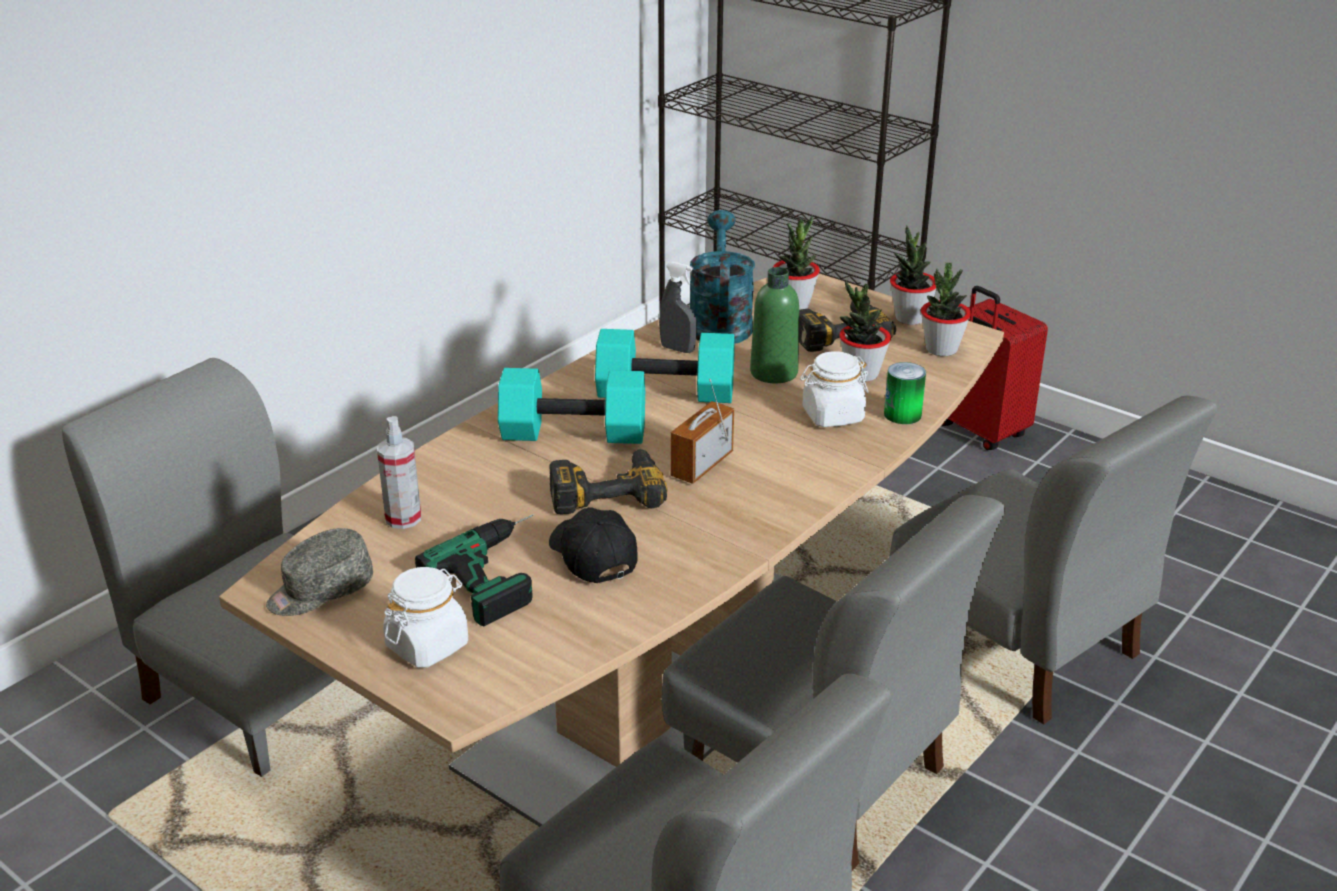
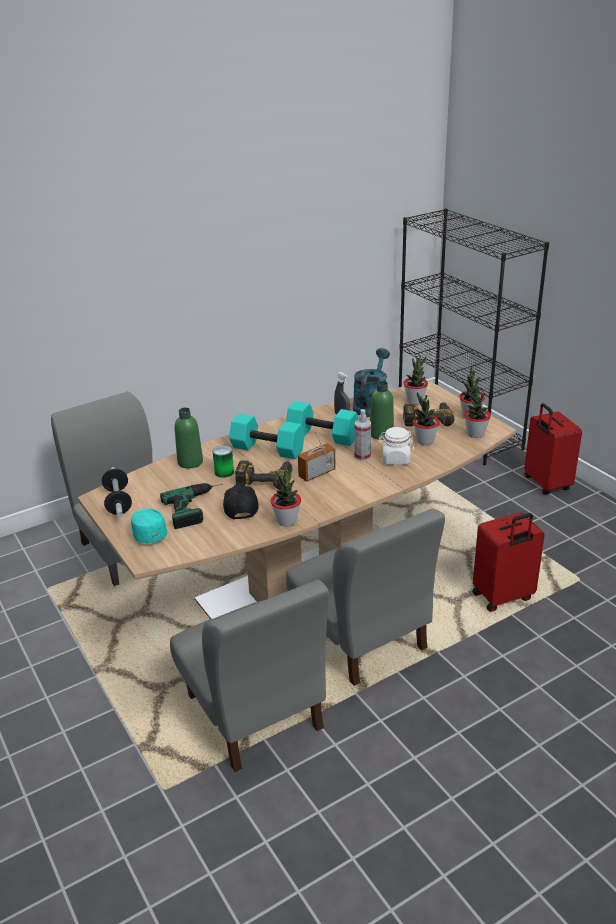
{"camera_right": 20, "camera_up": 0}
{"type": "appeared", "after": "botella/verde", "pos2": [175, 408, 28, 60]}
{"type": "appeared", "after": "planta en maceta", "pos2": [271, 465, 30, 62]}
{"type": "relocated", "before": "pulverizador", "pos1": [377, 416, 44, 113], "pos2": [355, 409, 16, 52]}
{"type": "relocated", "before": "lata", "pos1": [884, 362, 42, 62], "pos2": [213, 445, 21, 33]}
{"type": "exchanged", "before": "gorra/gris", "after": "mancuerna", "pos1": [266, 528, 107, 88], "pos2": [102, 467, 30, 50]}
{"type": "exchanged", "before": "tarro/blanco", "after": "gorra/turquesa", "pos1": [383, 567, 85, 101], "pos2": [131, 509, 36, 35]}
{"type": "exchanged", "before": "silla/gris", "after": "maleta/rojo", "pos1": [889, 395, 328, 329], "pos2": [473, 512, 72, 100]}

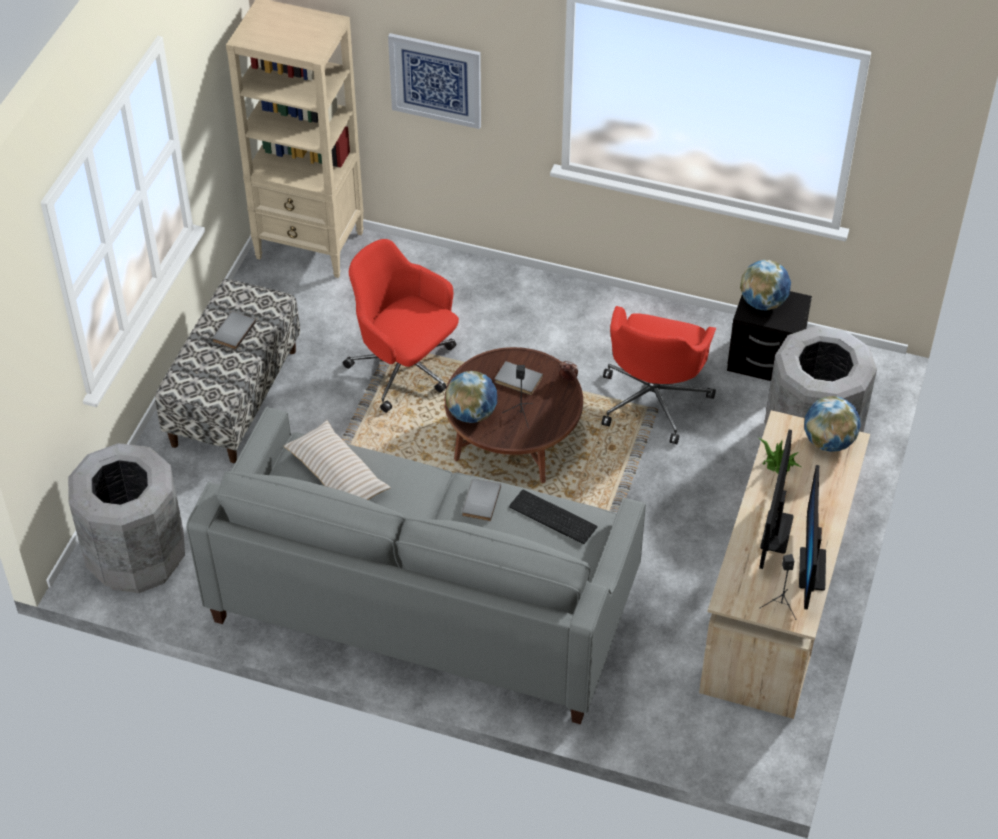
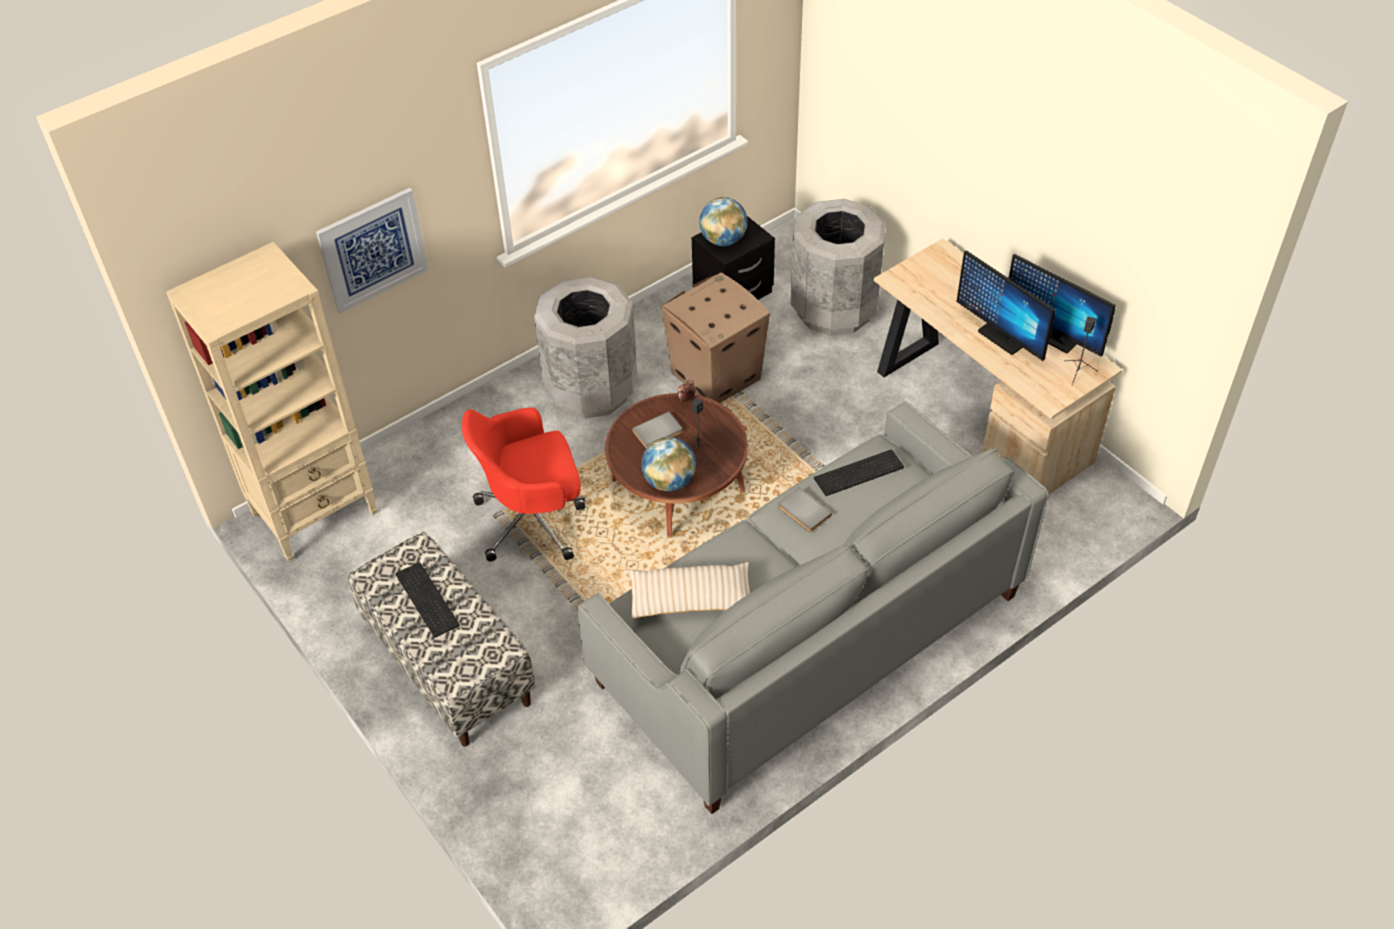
{"camera_right": -55, "camera_up": 0}
{"type": "missing", "before": "planta en maceta", "pos1": [758, 437, 43, 38]}
{"type": "missing", "before": "globo terráqueo", "pos1": [804, 396, 57, 56]}
{"type": "relocated", "before": "papelera/gris", "pos1": [68, 443, 117, 150], "pos2": [534, 276, 103, 143]}
{"type": "exchanged", "before": "libro/gris", "after": "teclado", "pos1": [212, 312, 44, 38], "pos2": [395, 562, 65, 76]}
{"type": "exchanged", "before": "silla de oficina/rojo", "after": "caja de cartón", "pos1": [602, 306, 114, 138], "pos2": [661, 273, 109, 130]}

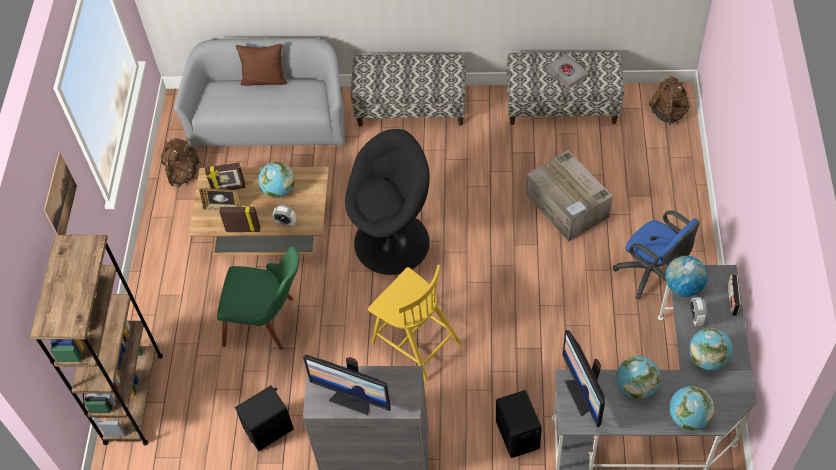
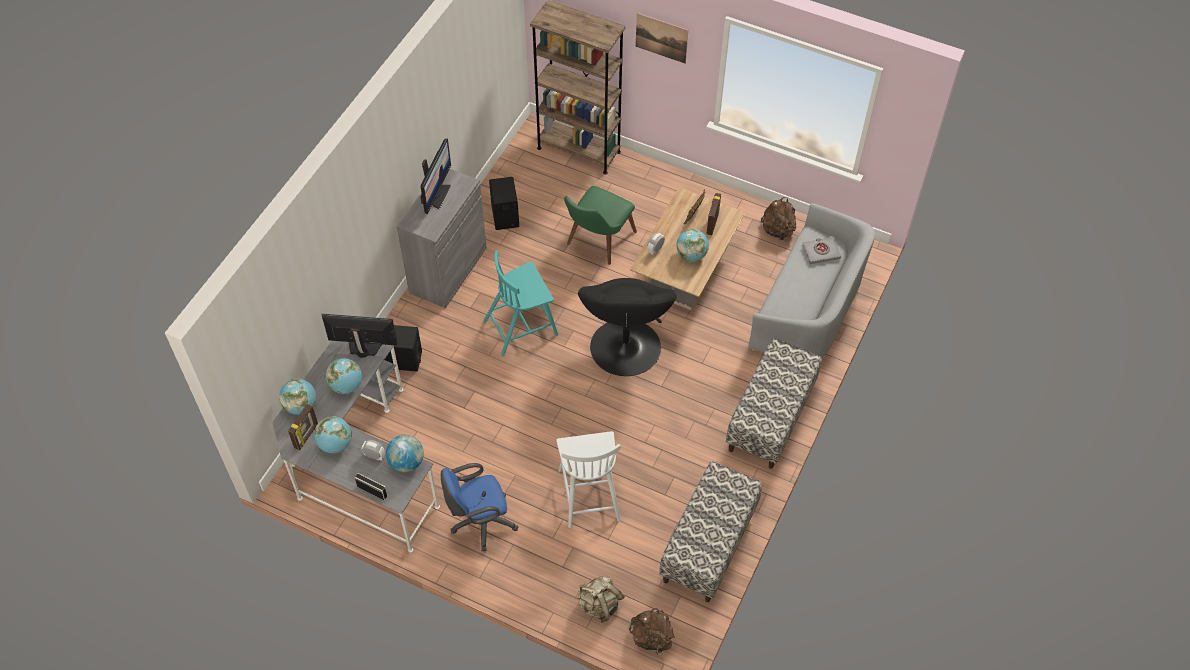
{"camera_right": 110, "camera_up": 0}
{"type": "missing", "before": "cojín/marrón", "pos1": [236, 44, 52, 42]}
{"type": "appeared", "after": "mochila/beis", "pos2": [576, 576, 48, 47]}
{"type": "relocated", "before": "portarretratos", "pos1": [219, 205, 42, 27], "pos2": [288, 404, 30, 46]}
{"type": "relocated", "before": "libro/gris", "pos1": [546, 54, 43, 35], "pos2": [802, 237, 39, 27]}
{"type": "exchanged", "before": "caja de cartón", "after": "silla/blanco", "pos1": [526, 150, 87, 92], "pos2": [556, 431, 65, 97]}
{"type": "colour", "before": "silla/amarillo", "after": "silla/turquesa", "pos1": [368, 265, 93, 117], "pos2": [483, 250, 75, 107]}
{"type": "spun", "before": "monitor", "pos1": [303, 355, 88, 60], "pos2": [420, 138, 31, 76], "turn": 150}

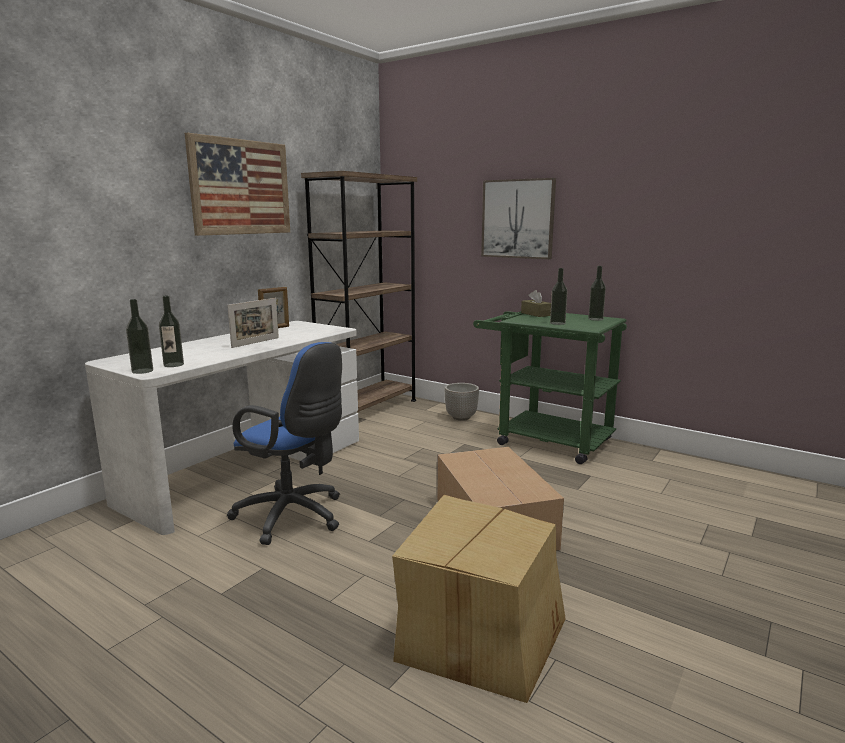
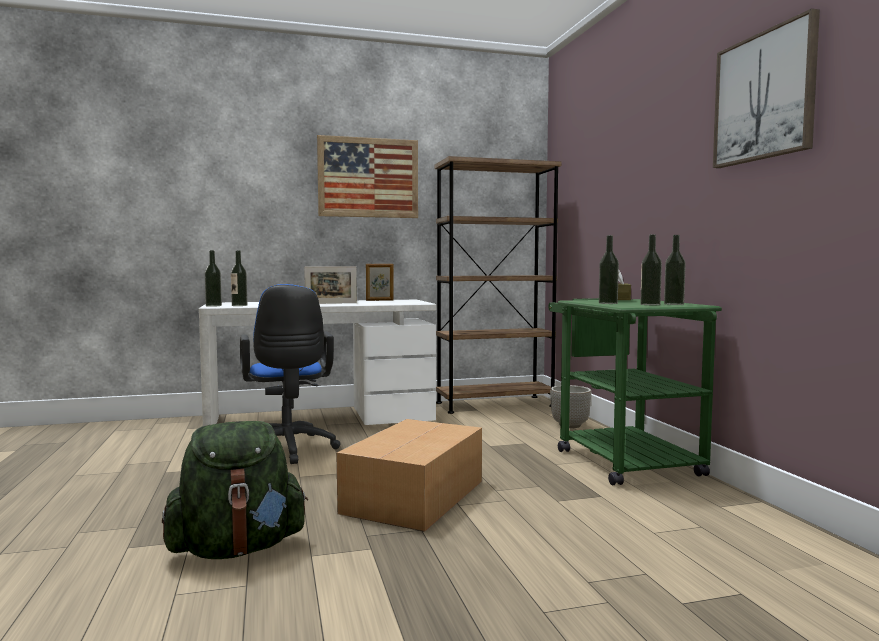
{"camera_right": 40, "camera_up": -10}
{"type": "appeared", "after": "botella", "pos2": [640, 234, 22, 71]}
{"type": "relocated", "before": "cuadro", "pos1": [481, 178, 75, 81], "pos2": [713, 8, 107, 160]}
{"type": "exchanged", "before": "caja de cartón", "after": "mochila/verde", "pos1": [392, 495, 174, 208], "pos2": [162, 421, 146, 138]}

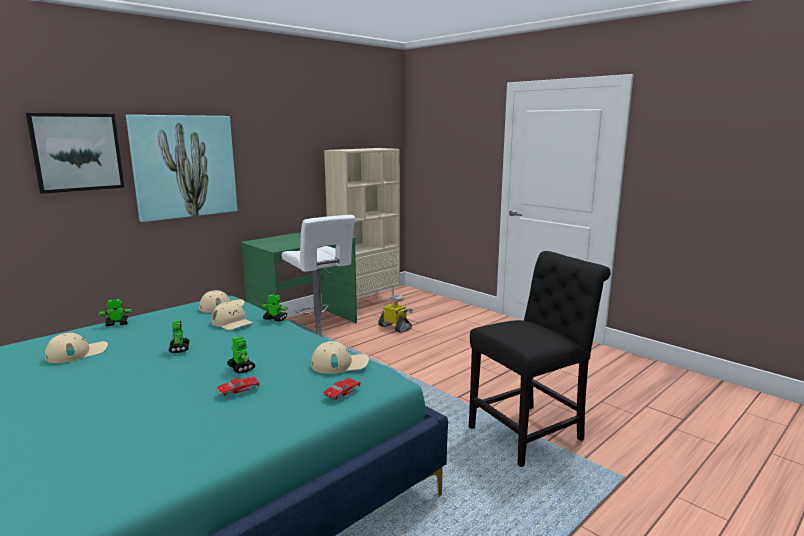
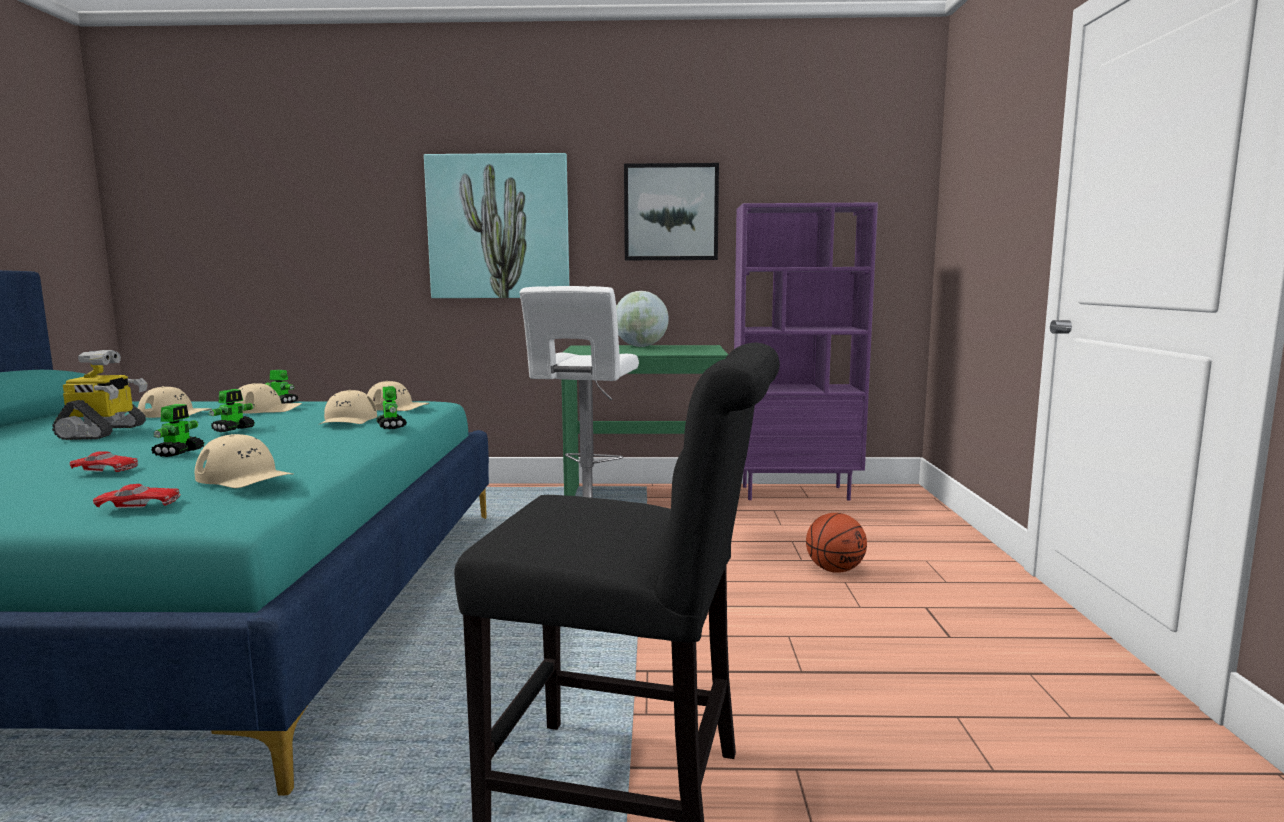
{"camera_right": 45, "camera_up": -5}
{"type": "appeared", "after": "gorra/beis", "pos2": [234, 383, 68, 31]}
{"type": "appeared", "after": "globo terráqueo", "pos2": [616, 291, 53, 56]}
{"type": "appeared", "after": "balón de baloncesto", "pos2": [806, 513, 61, 60]}
{"type": "relocated", "before": "cuadro", "pos1": [26, 113, 99, 81], "pos2": [624, 163, 95, 97]}
{"type": "relocated", "before": "robot de juguete", "pos1": [378, 294, 35, 39], "pos2": [52, 350, 96, 90]}
{"type": "colour", "before": "estantería/beis", "after": "estantería/morado", "pos1": [324, 148, 76, 153], "pos2": [734, 202, 144, 299]}

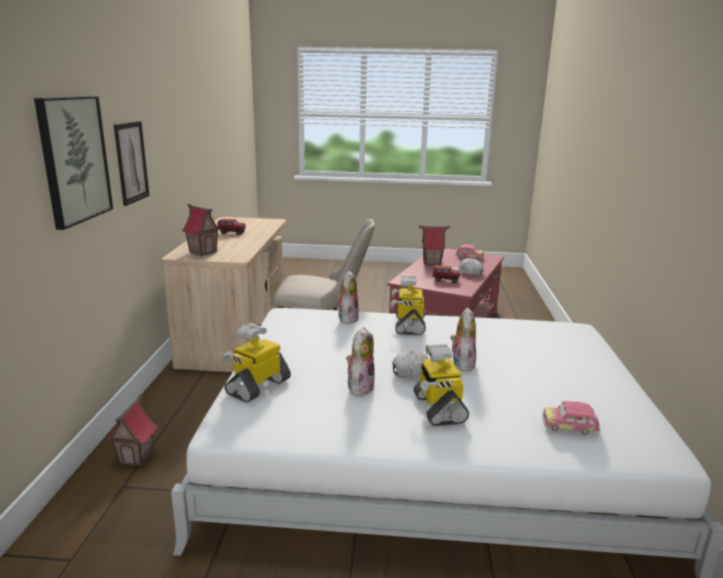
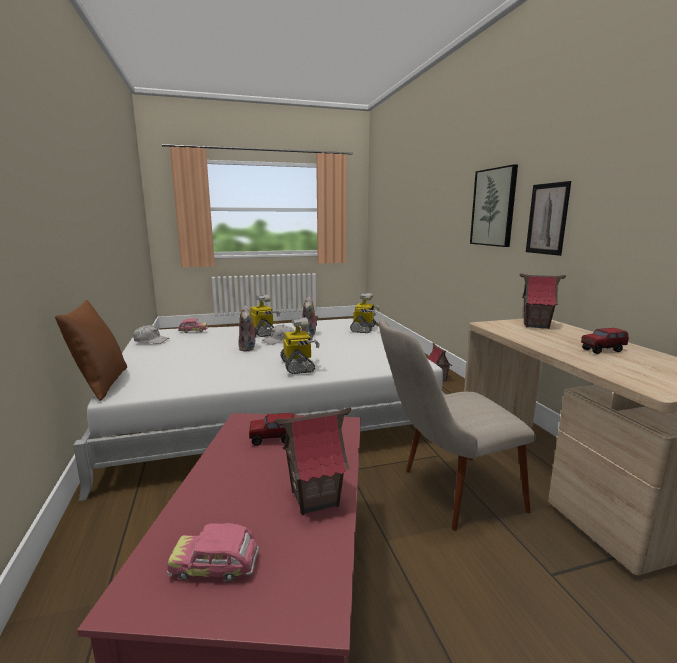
{"camera_right": 160, "camera_up": -5}
{"type": "missing", "before": "peluche", "pos1": [336, 271, 23, 53]}
{"type": "appeared", "after": "cojín/marrón", "pos2": [55, 300, 72, 101]}
{"type": "relocated", "before": "gorra/blanco", "pos1": [451, 258, 32, 18], "pos2": [133, 325, 36, 19]}

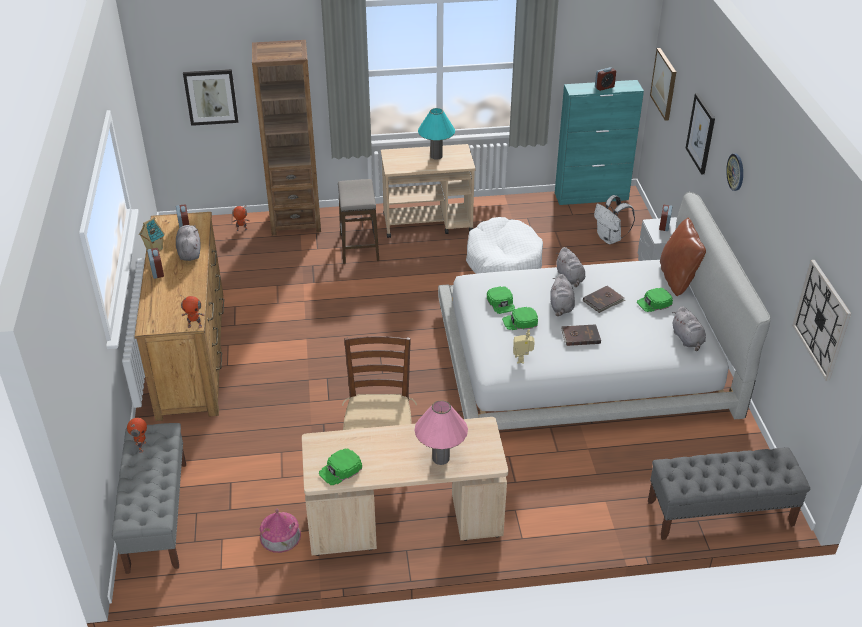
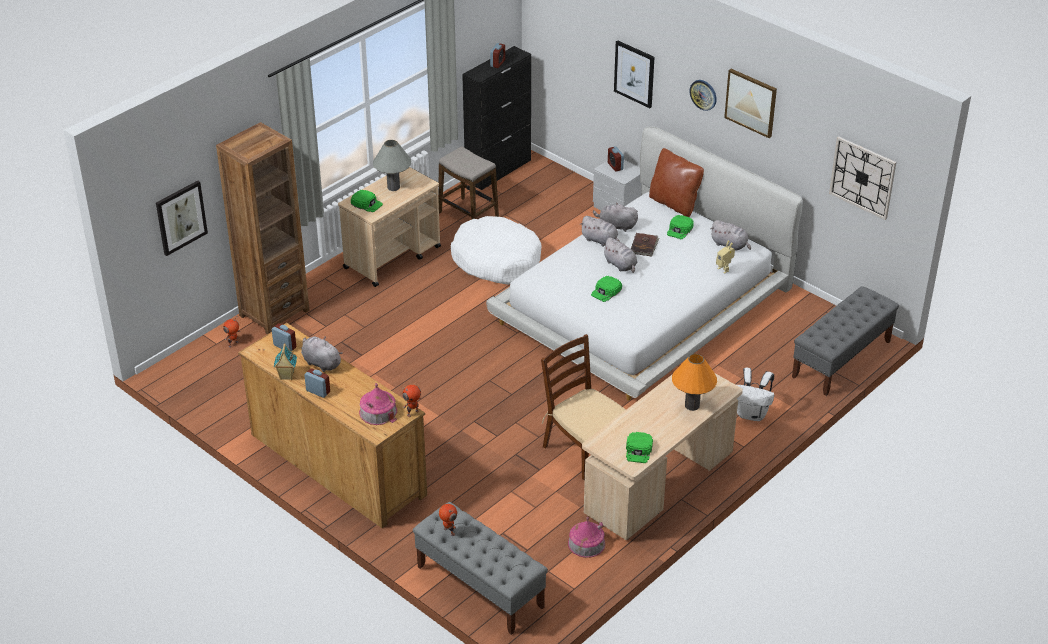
{"camera_right": -40, "camera_up": 0}
{"type": "missing", "before": "libro/marrón", "pos1": [561, 324, 40, 22]}
{"type": "appeared", "after": "casita", "pos2": [359, 383, 38, 42]}
{"type": "appeared", "after": "peluche/gris", "pos2": [593, 203, 45, 29]}
{"type": "relocated", "before": "taburete", "pos1": [338, 179, 41, 85], "pos2": [438, 146, 61, 73]}
{"type": "relocated", "before": "gorra/verde", "pos1": [487, 286, 28, 28], "pos2": [351, 189, 32, 23]}
{"type": "relocated", "before": "robot de juguete", "pos1": [513, 329, 21, 34], "pos2": [716, 240, 19, 34]}
{"type": "relocated", "before": "mochila/blanco", "pos1": [594, 195, 41, 49], "pos2": [737, 368, 37, 53]}
{"type": "relocated", "before": "cuadro", "pos1": [650, 48, 26, 73], "pos2": [724, 69, 53, 69]}
{"type": "colour", "before": "lámpara de mesa/rosa", "after": "lámpara de mesa/naranja", "pos1": [414, 400, 54, 65], "pos2": [672, 354, 45, 57]}
{"type": "colour", "before": "lámpara de mesa/turquesa", "after": "lámpara de mesa/gris", "pos1": [418, 108, 37, 52], "pos2": [373, 140, 38, 51]}
{"type": "colour", "before": "armario/turquesa", "after": "armario/negro", "pos1": [555, 80, 89, 125], "pos2": [462, 46, 69, 144]}

